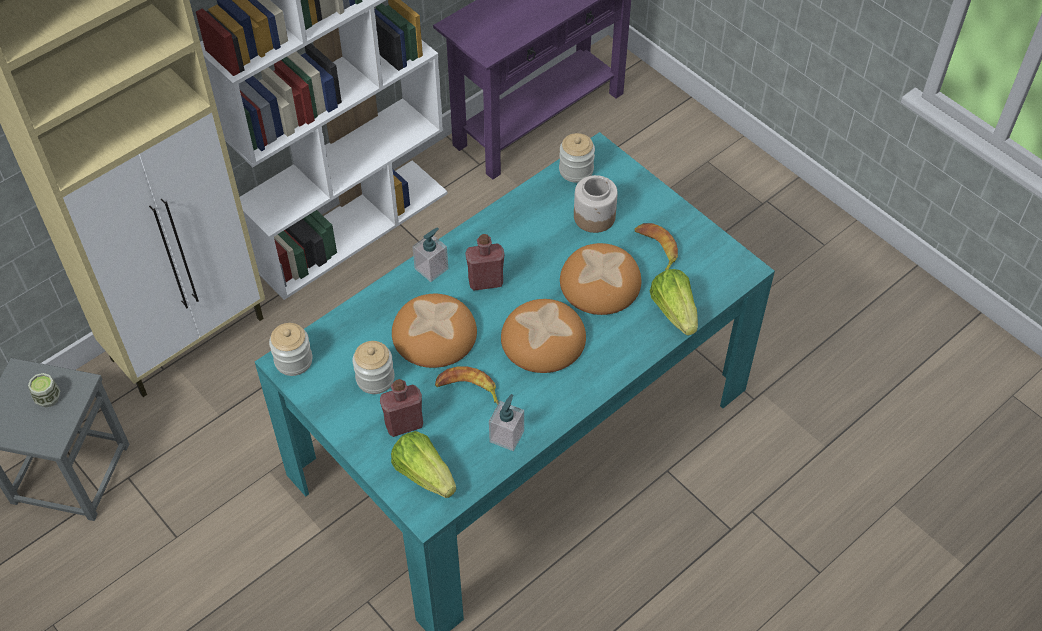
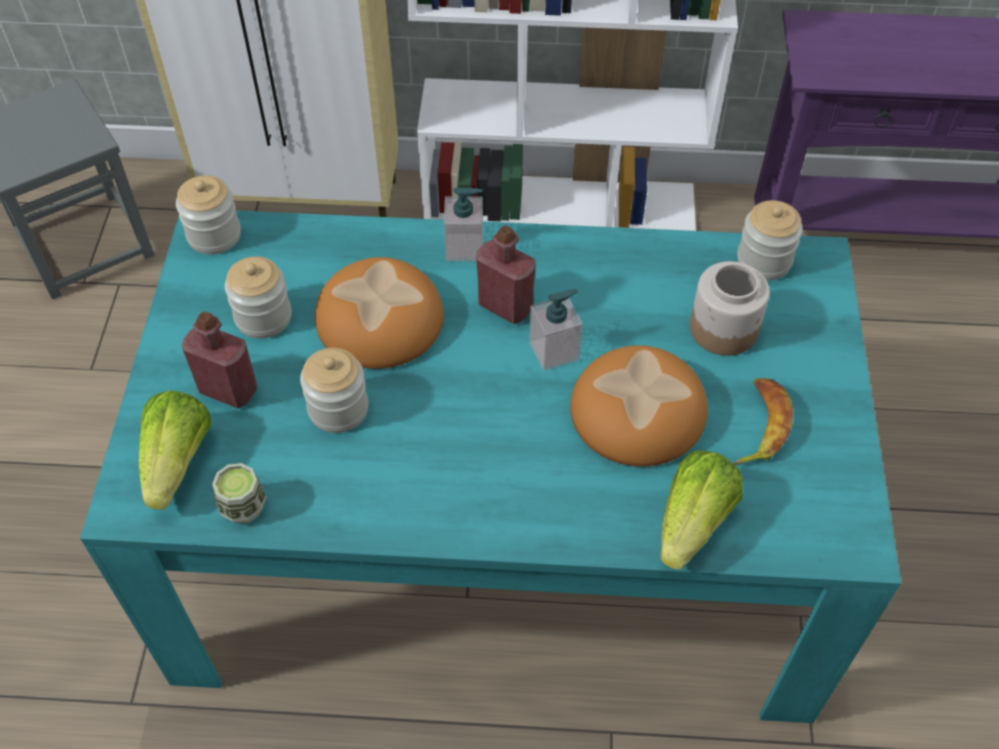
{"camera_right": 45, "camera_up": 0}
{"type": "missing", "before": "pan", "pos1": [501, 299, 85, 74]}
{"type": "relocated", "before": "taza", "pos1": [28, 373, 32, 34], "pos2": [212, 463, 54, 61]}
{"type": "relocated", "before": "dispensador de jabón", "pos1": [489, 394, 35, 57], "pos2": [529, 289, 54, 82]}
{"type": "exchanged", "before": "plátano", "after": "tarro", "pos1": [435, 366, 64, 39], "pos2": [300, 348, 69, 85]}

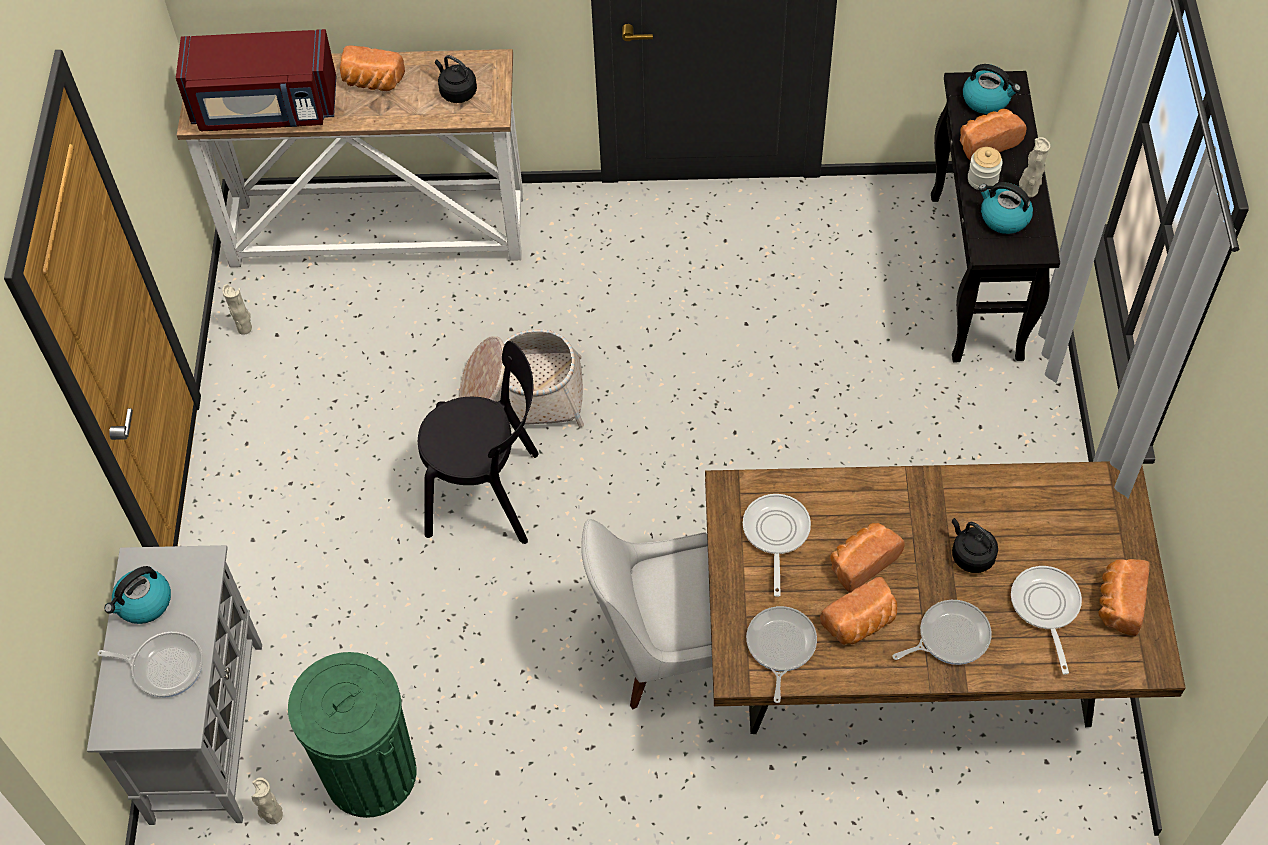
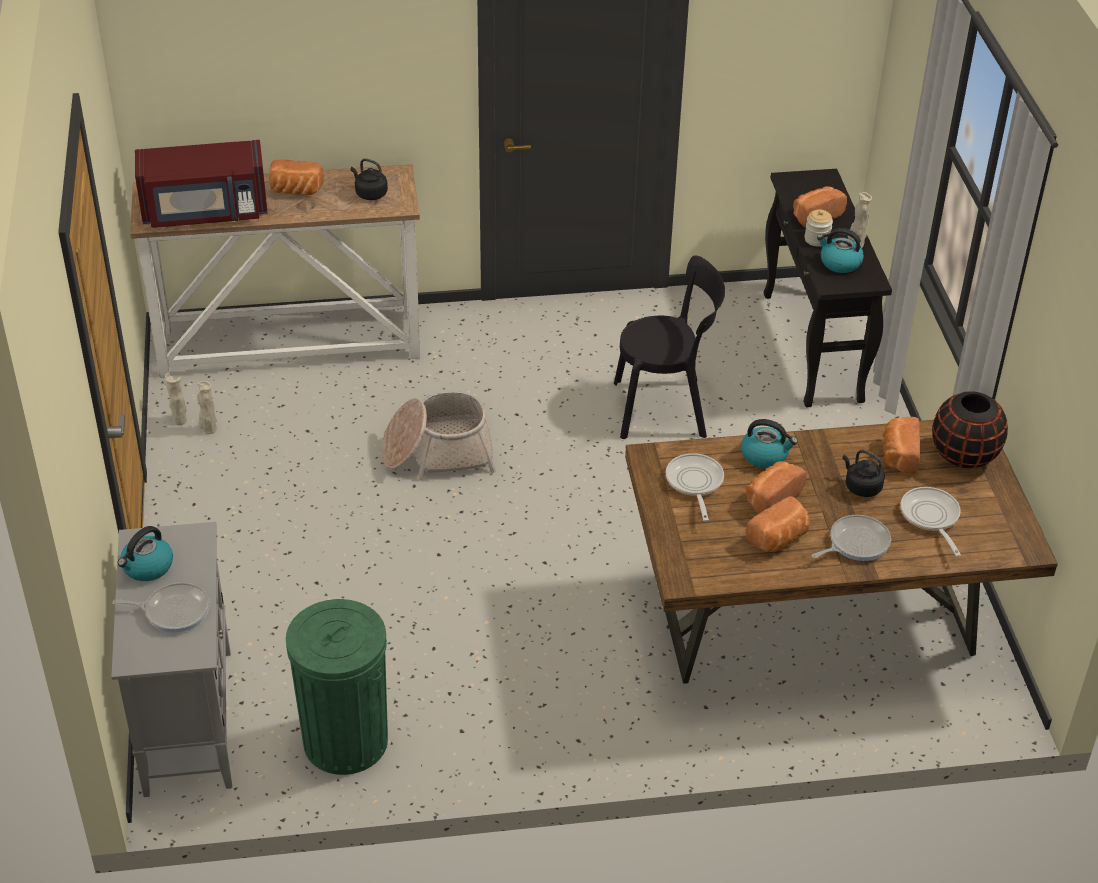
{"camera_right": -10, "camera_up": -15}
{"type": "missing", "before": "silla/blanco", "pos1": [581, 519, 131, 190]}
{"type": "missing", "before": "sartén", "pos1": [746, 606, 71, 97]}
{"type": "appeared", "after": "florero/negro", "pos2": [933, 391, 75, 77]}
{"type": "relocated", "before": "florero/beis", "pos1": [251, 778, 32, 46], "pos2": [197, 381, 20, 53]}
{"type": "relocated", "before": "silla/negro", "pos1": [418, 341, 121, 203], "pos2": [614, 255, 111, 184]}
{"type": "relocated", "before": "hervidor", "pos1": [963, 64, 58, 50], "pos2": [741, 419, 57, 49]}
{"type": "relocated", "before": "pan", "pos1": [1099, 559, 51, 77], "pos2": [882, 417, 38, 57]}

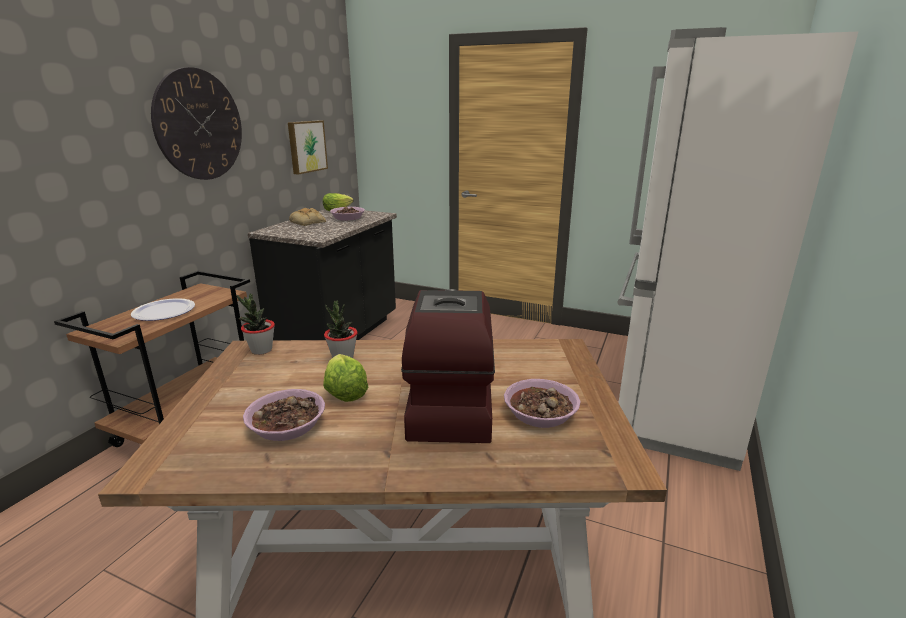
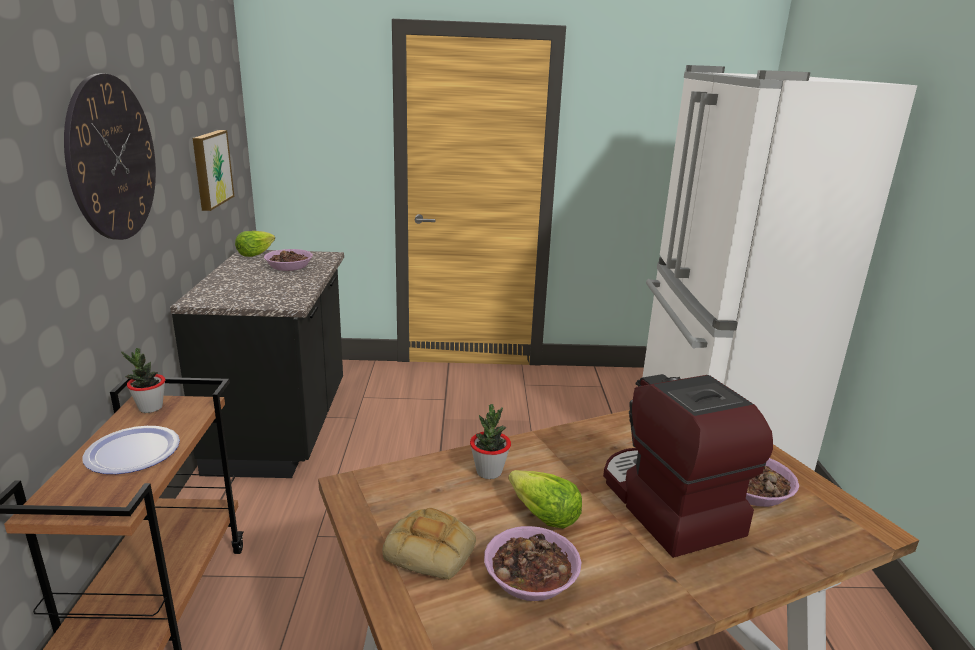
{"camera_right": -25, "camera_up": 0}
{"type": "relocated", "before": "planta en maceta", "pos1": [237, 294, 38, 61], "pos2": [121, 348, 44, 65]}
{"type": "relocated", "before": "pan", "pos1": [289, 208, 37, 18], "pos2": [382, 508, 94, 72]}

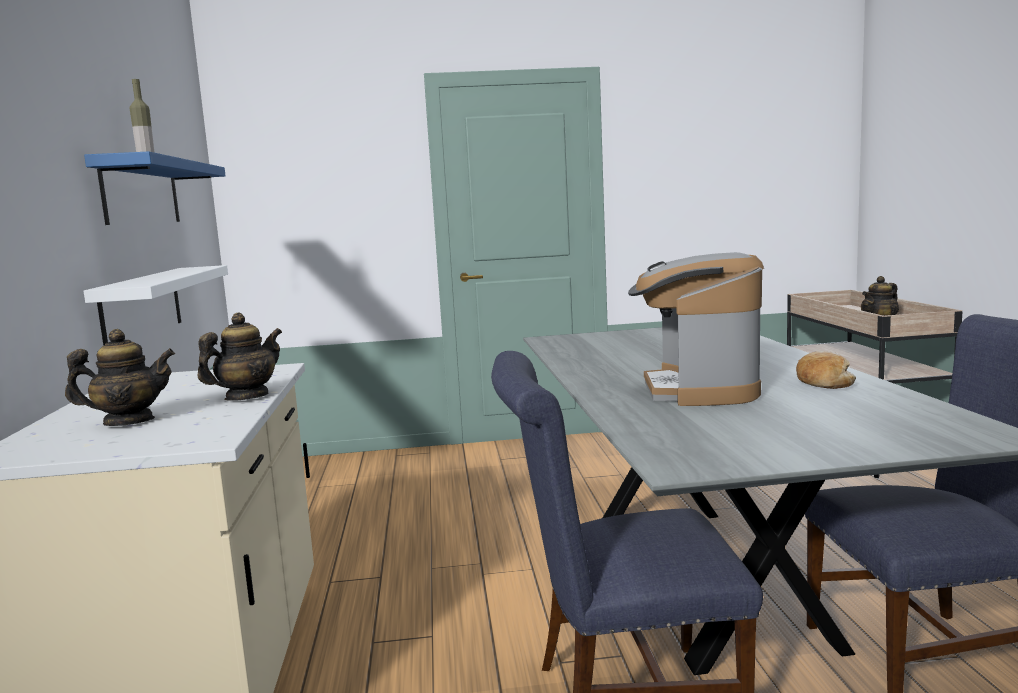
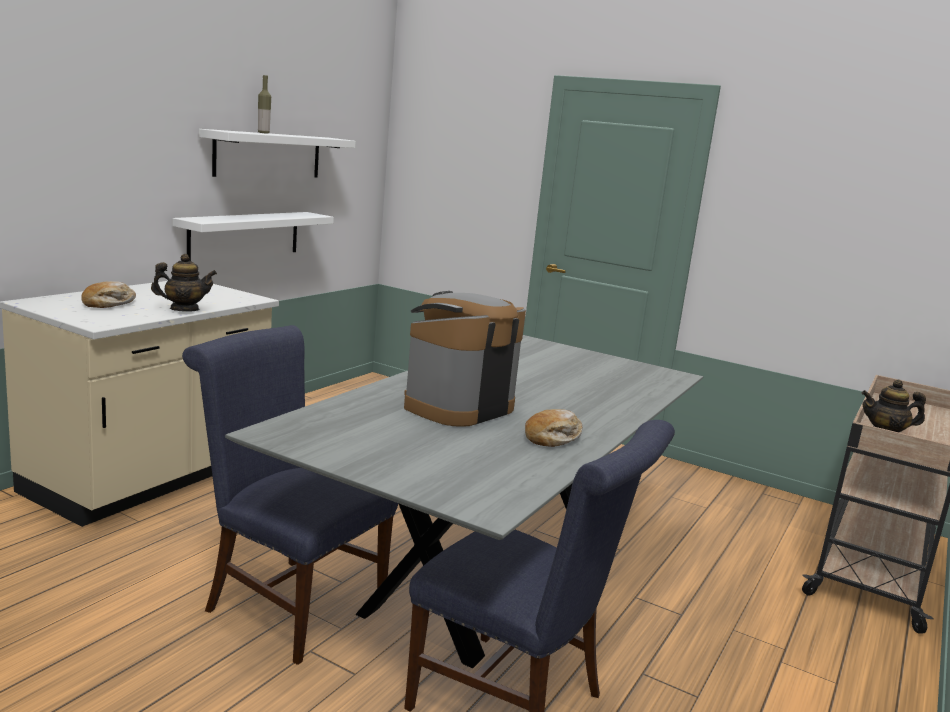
{"camera_right": 35, "camera_up": 5}
{"type": "exchanged", "before": "tetera", "after": "pan", "pos1": [65, 329, 110, 97], "pos2": [81, 281, 55, 27]}
{"type": "colour", "before": "estante/azul", "after": "estante/blanco", "pos1": [84, 151, 142, 74], "pos2": [199, 129, 156, 48]}

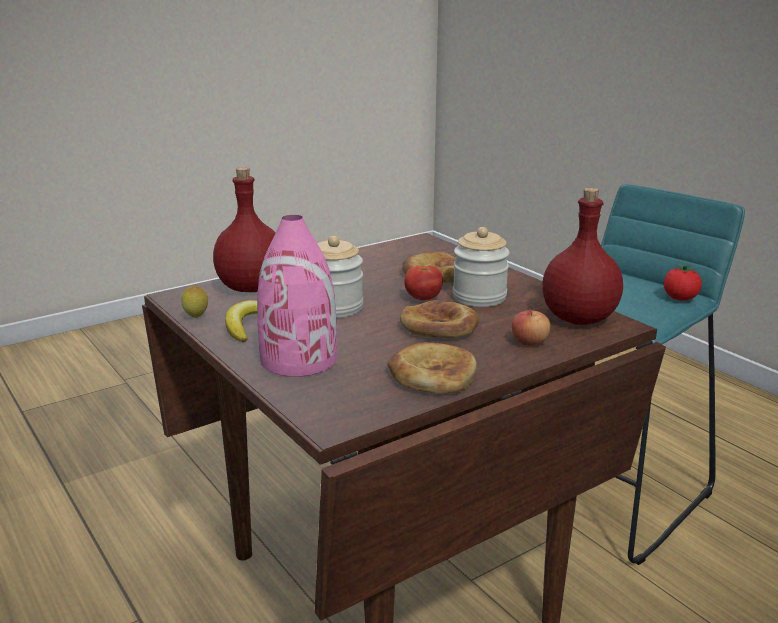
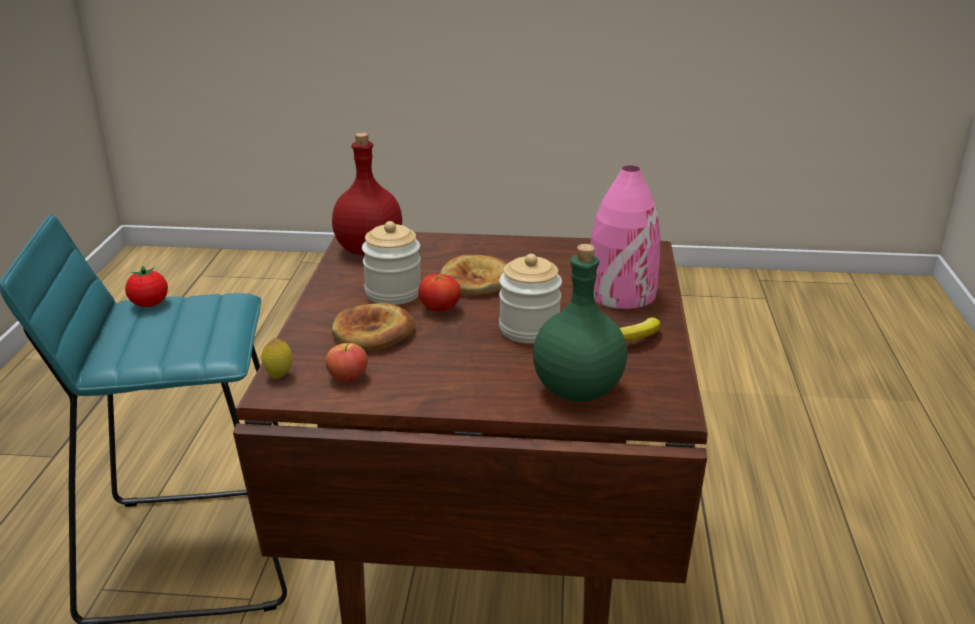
{"camera_right": -140, "camera_up": 5}
{"type": "missing", "before": "pan", "pos1": [387, 342, 90, 52]}
{"type": "relocated", "before": "limón", "pos1": [181, 286, 27, 32], "pos2": [262, 338, 30, 41]}
{"type": "relocated", "before": "manzana", "pos1": [512, 308, 39, 38], "pos2": [325, 343, 43, 39]}
{"type": "colour", "before": "botella/rojo", "after": "botella/verde", "pos1": [213, 167, 62, 125], "pos2": [533, 244, 94, 158]}

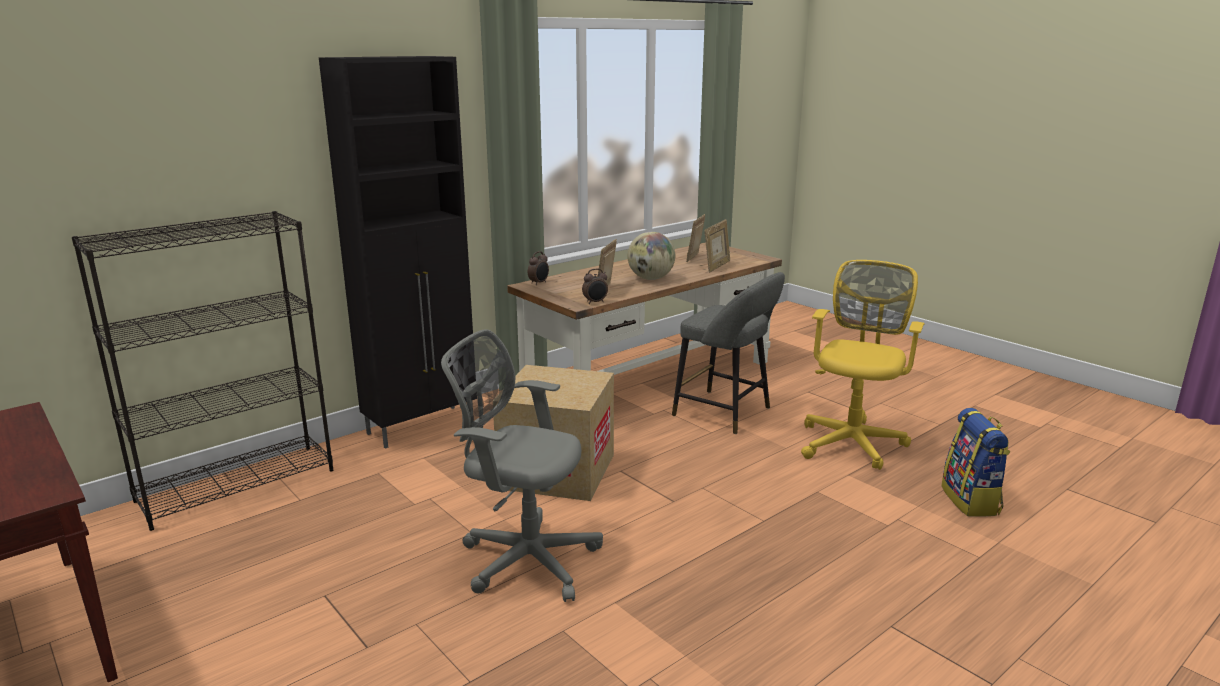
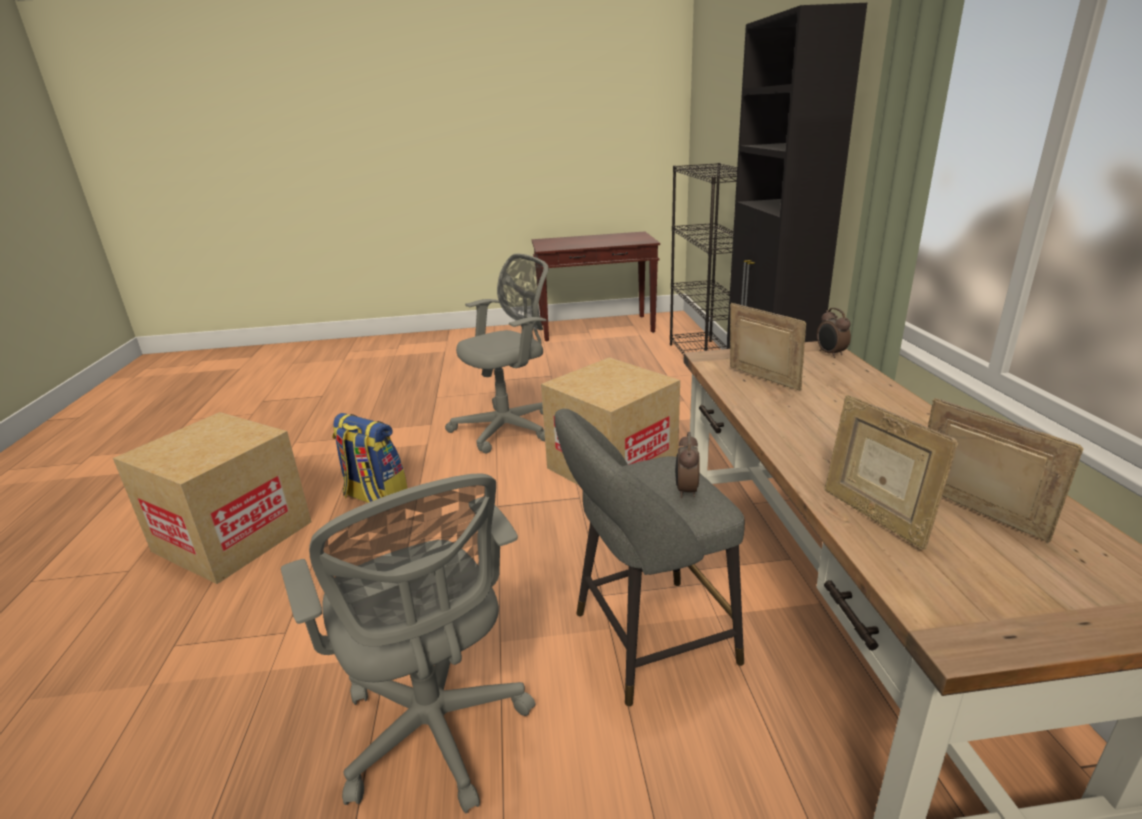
{"camera_right": 125, "camera_up": 5}
{"type": "missing", "before": "globo terráqueo", "pos1": [627, 232, 48, 48]}
{"type": "appeared", "after": "caja de cartón", "pos2": [113, 412, 199, 172]}
{"type": "relocated", "before": "despertador", "pos1": [582, 268, 26, 36], "pos2": [675, 432, 25, 66]}
{"type": "relocated", "before": "mochila", "pos1": [941, 408, 70, 109], "pos2": [332, 413, 75, 90]}
{"type": "colour", "before": "silla de oficina/amarillo", "after": "silla de oficina/gris", "pos1": [801, 260, 124, 210], "pos2": [281, 473, 254, 340]}

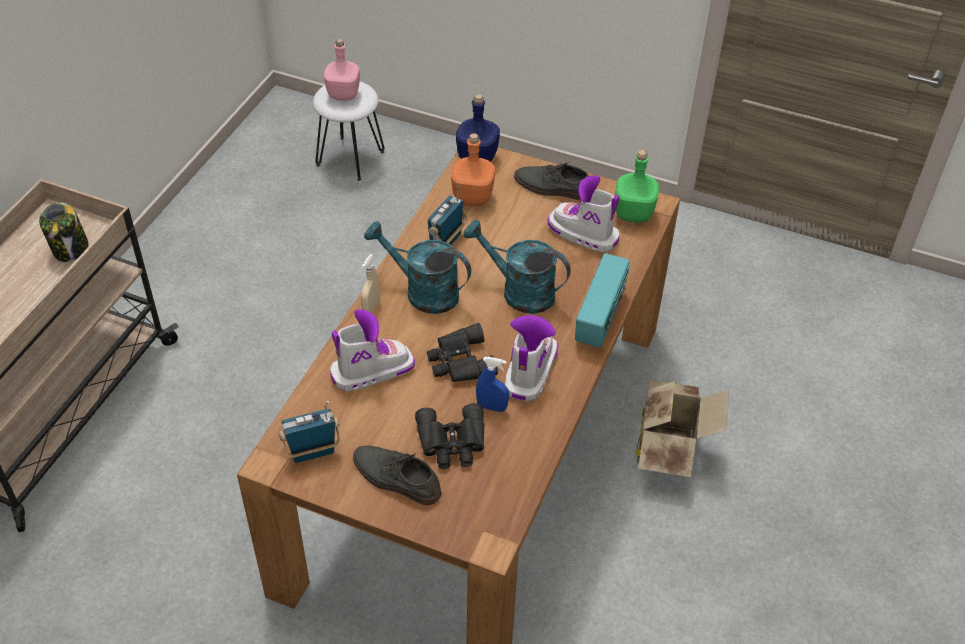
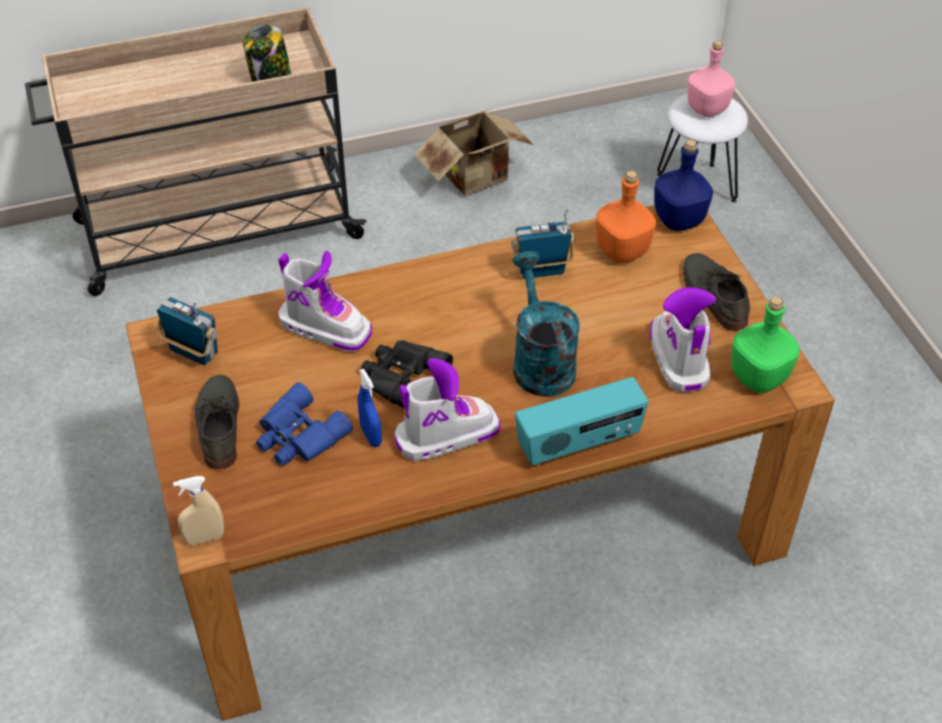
{"camera_right": 50, "camera_up": 0}
{"type": "missing", "before": "regadera/turquesa", "pos1": [364, 221, 107, 93]}
{"type": "relocated", "before": "pulverizador/beis", "pos1": [361, 254, 20, 59], "pos2": [173, 476, 51, 69]}
{"type": "relocated", "before": "caja de cartón", "pos1": [635, 380, 94, 97], "pos2": [414, 108, 120, 88]}
{"type": "colour", "before": "prismáticos/negro", "after": "prismáticos/azul", "pos1": [415, 403, 70, 66], "pos2": [256, 382, 97, 84]}

